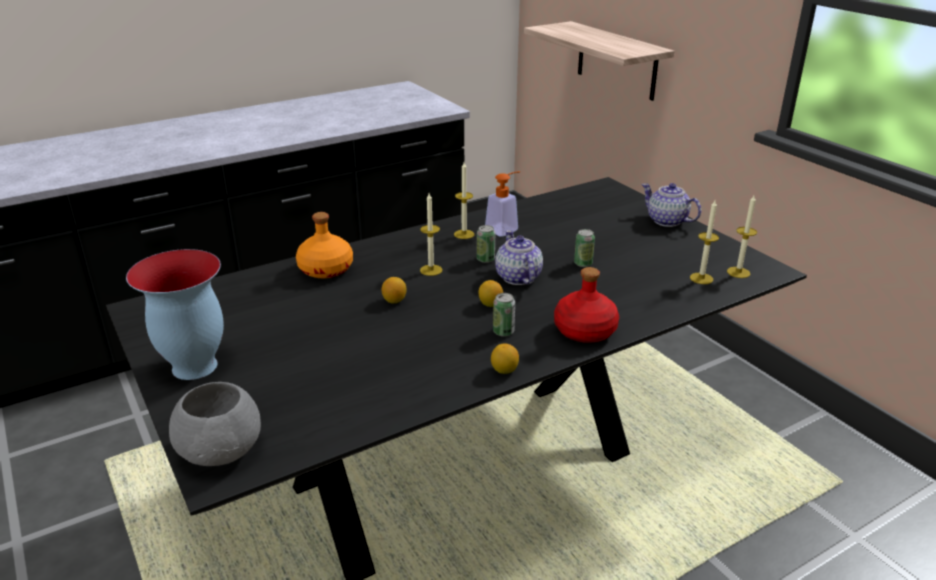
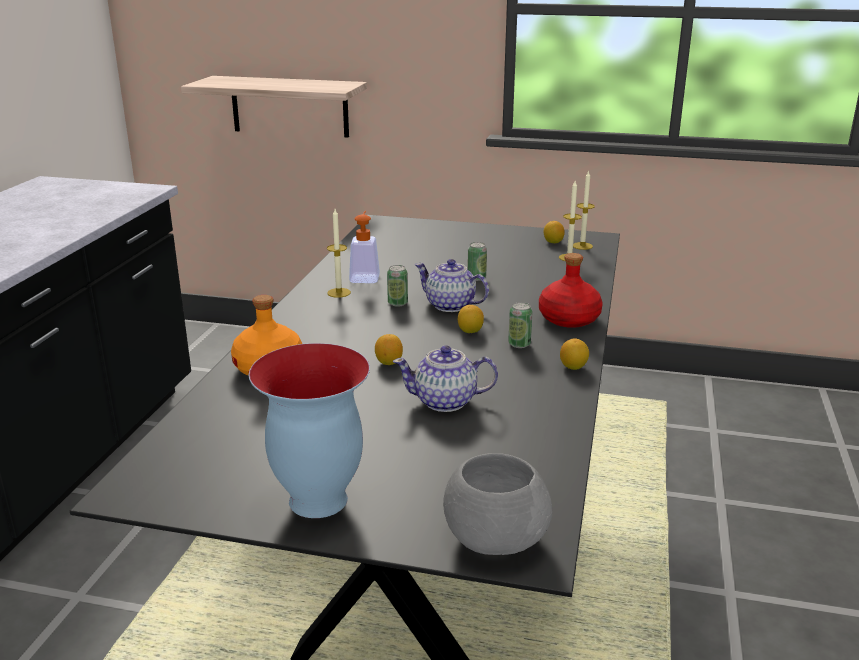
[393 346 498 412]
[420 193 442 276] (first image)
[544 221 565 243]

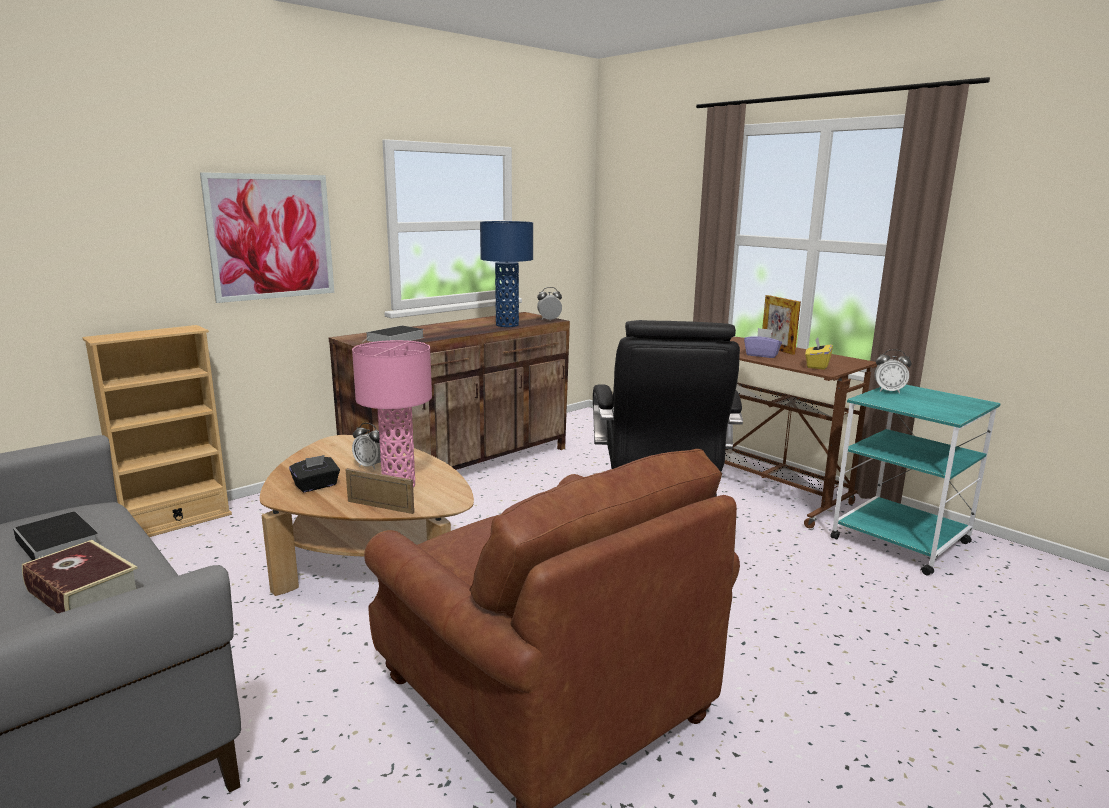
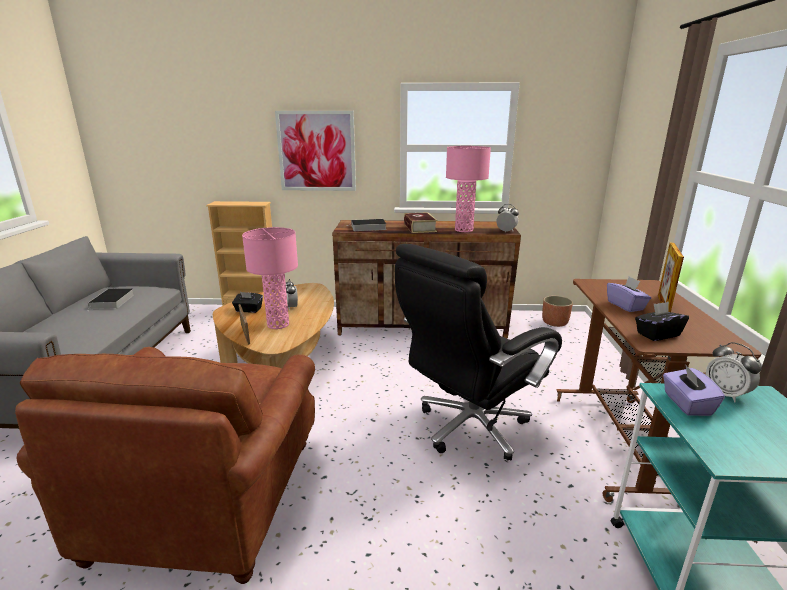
[446 146 491 232]
[635 302 689 341]
[404 212 437 233]
[542 296 573 327]
[663 364 725 416]

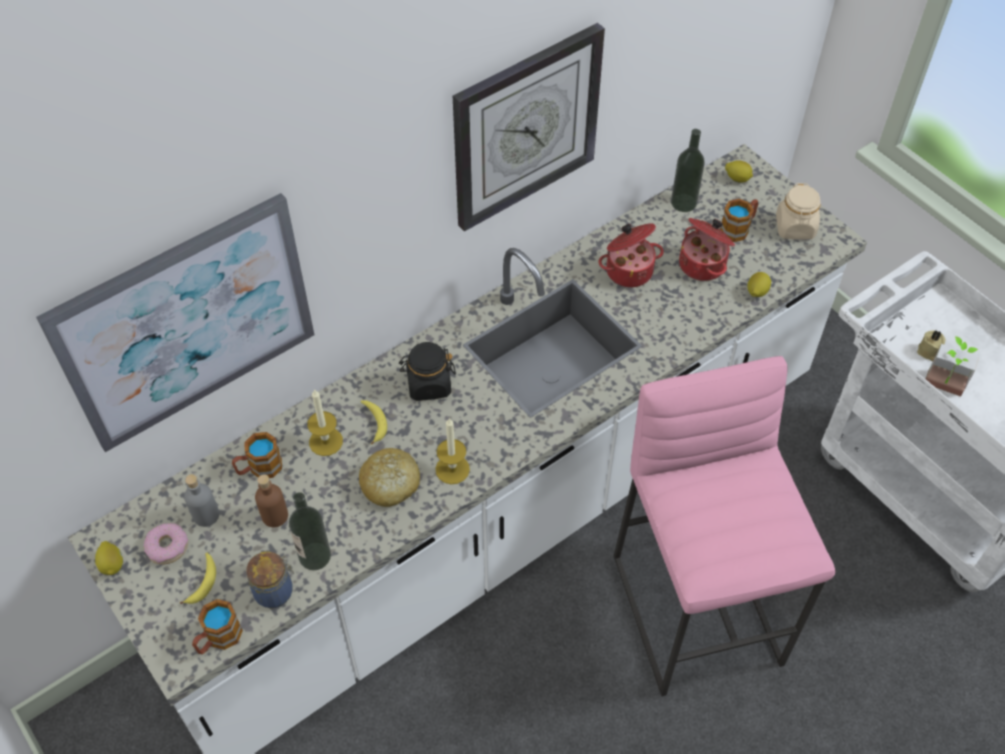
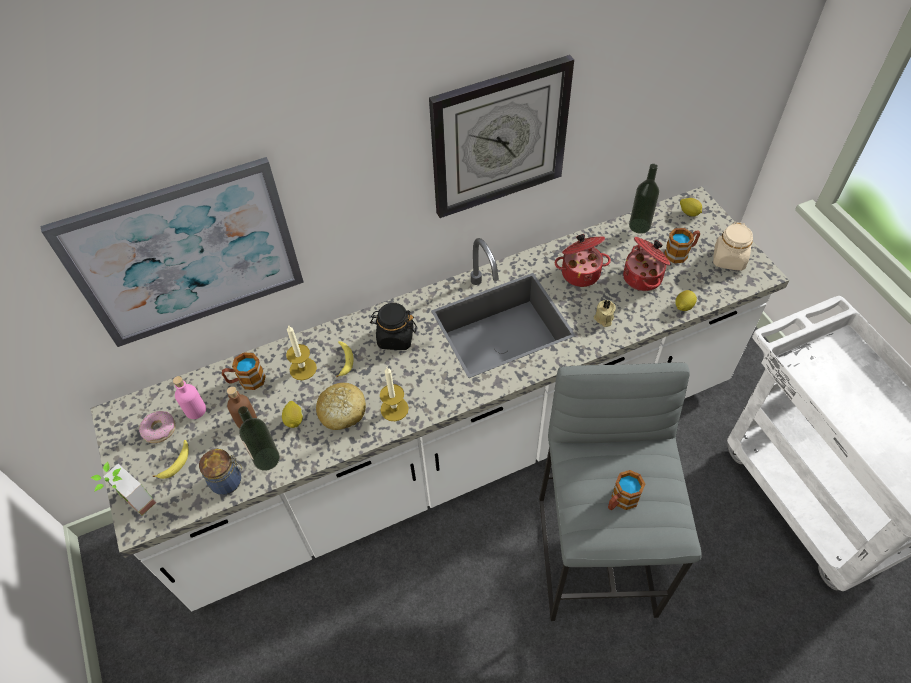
[594 300 616 327]
[91 462 156 515]
[539 363 702 621]
[173 376 206 419]
[282 401 303 428]
[608 470 645 510]

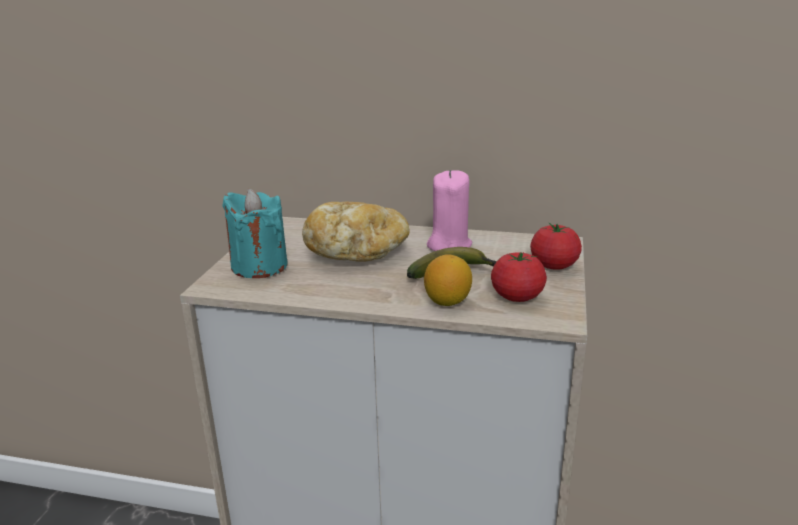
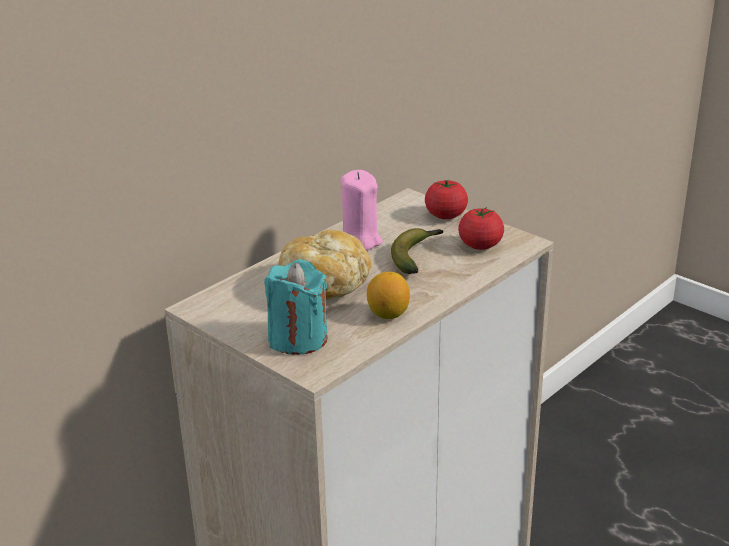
[367 272 410 319]

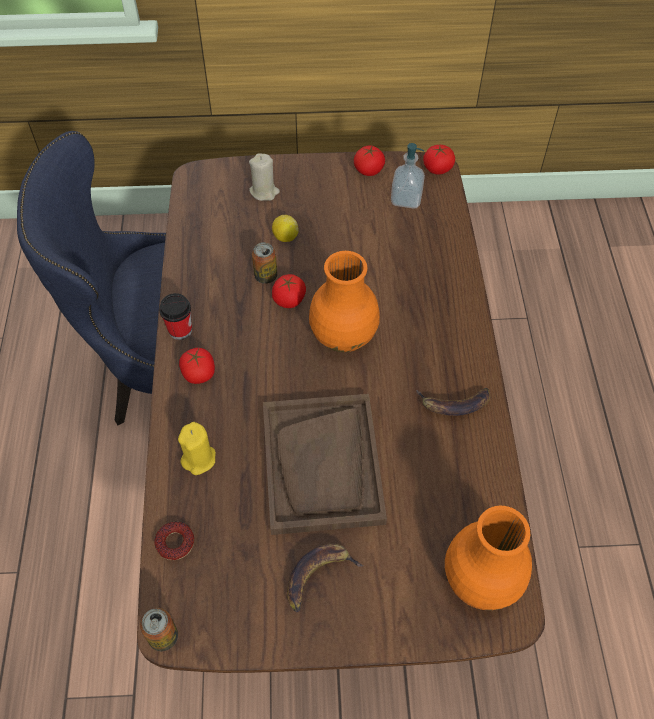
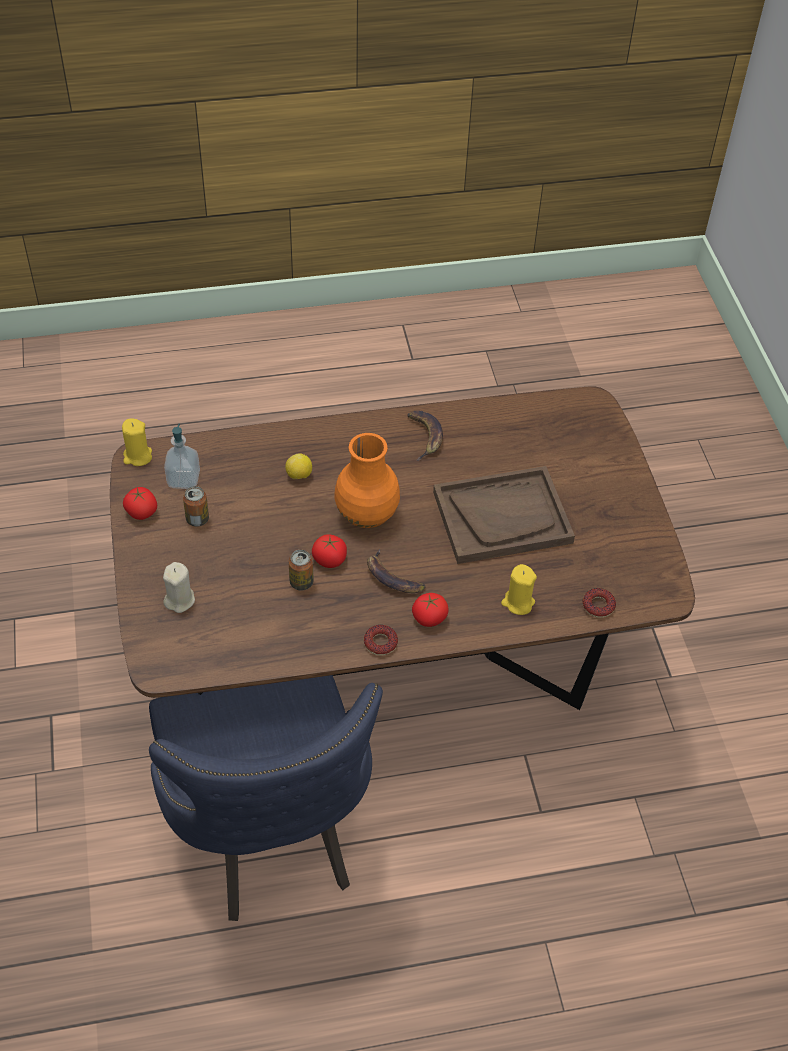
[122 419 152 466]
[285 453 312 479]
[364 625 398 655]
[445 506 532 611] (first image)
[367 549 426 593]
[183 486 209 527]

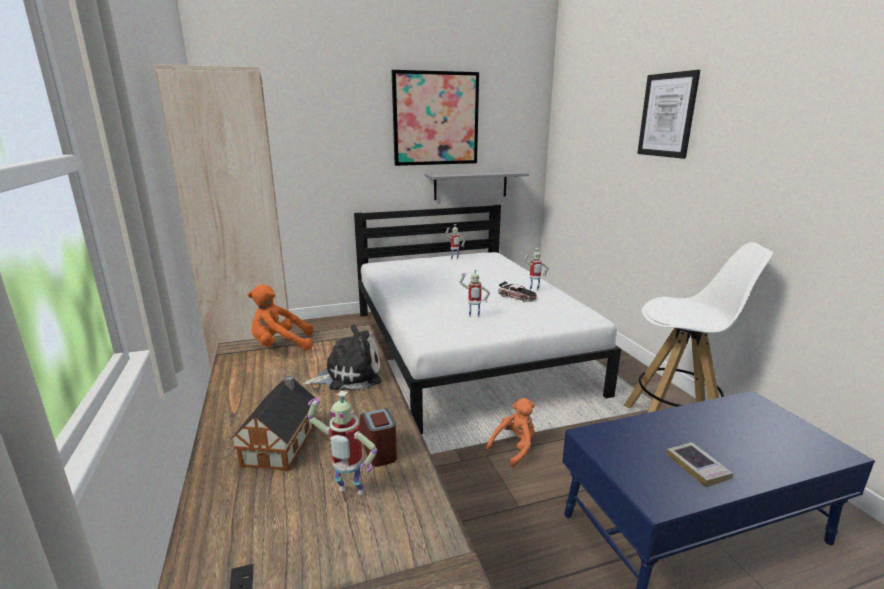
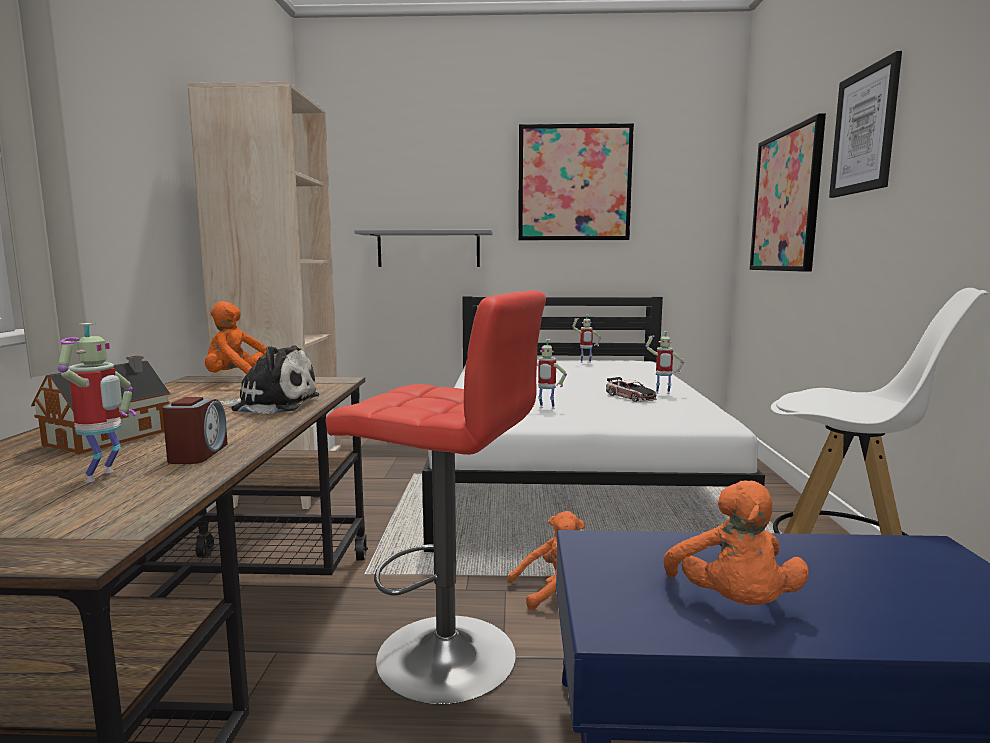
[354 230 493 267]
[58 323 136 482]
[664 481 809 605]
[749 113 826 272]
[326 290 546 704]

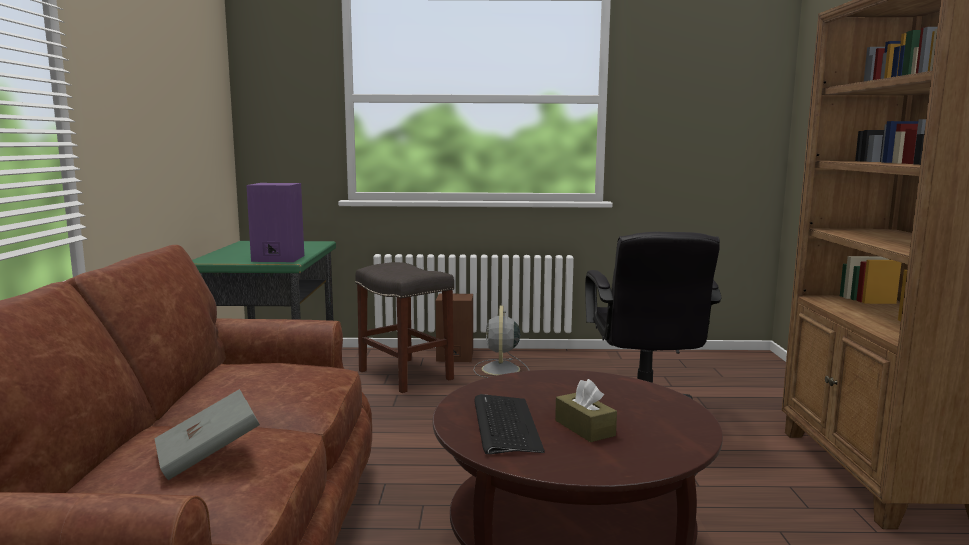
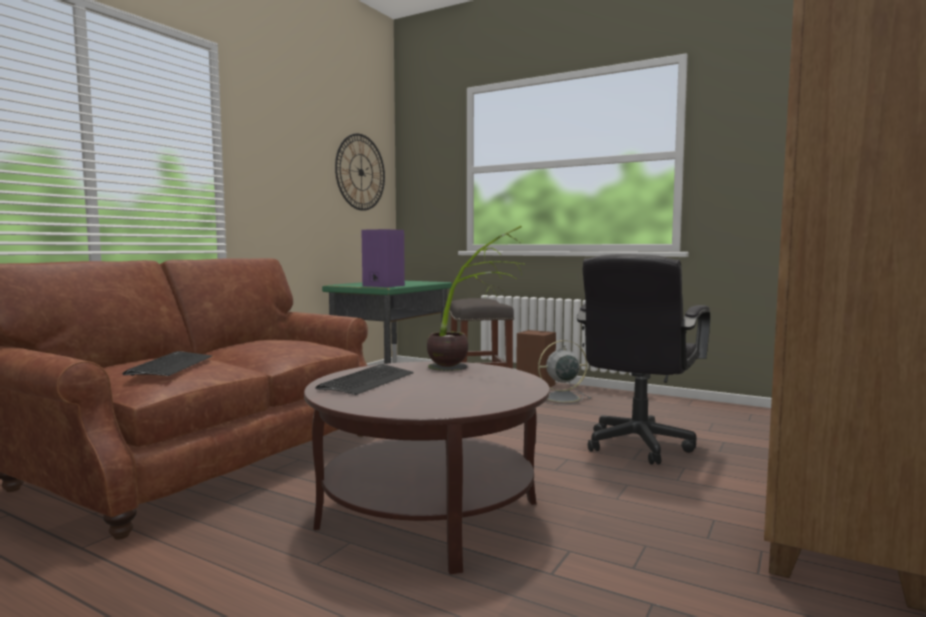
[538 340 591 405]
[555 379 617 442] (first image)
[123 351 212 376]
[335 133 385 211]
[427 226 523 371]

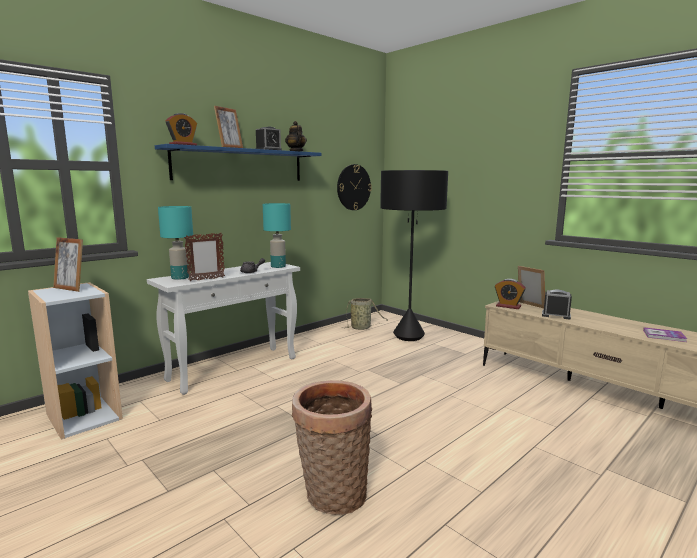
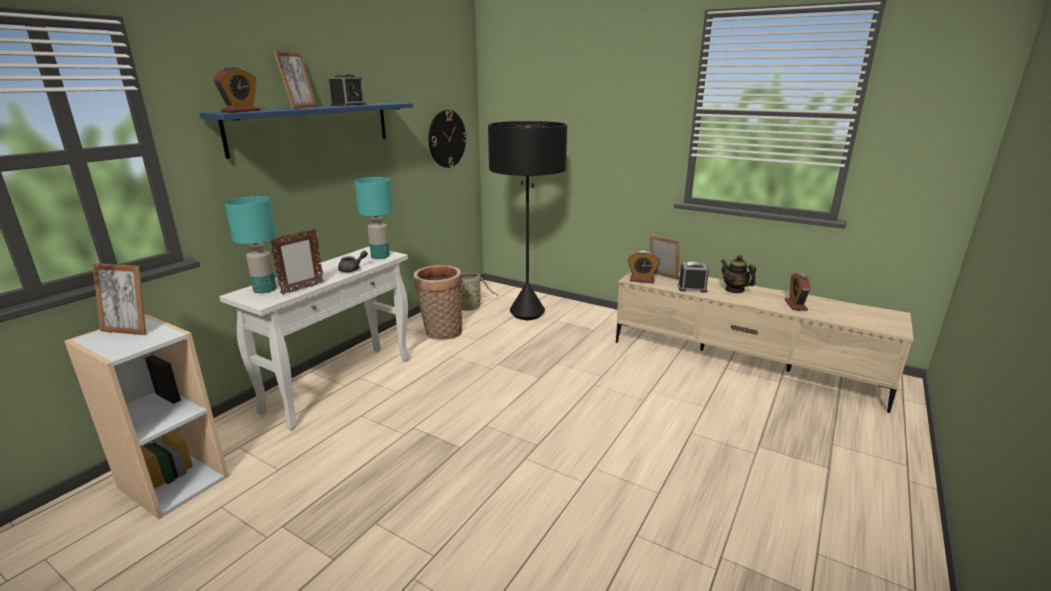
[721 255 756 293]
[785 272 811 311]
[414 265 462 340]

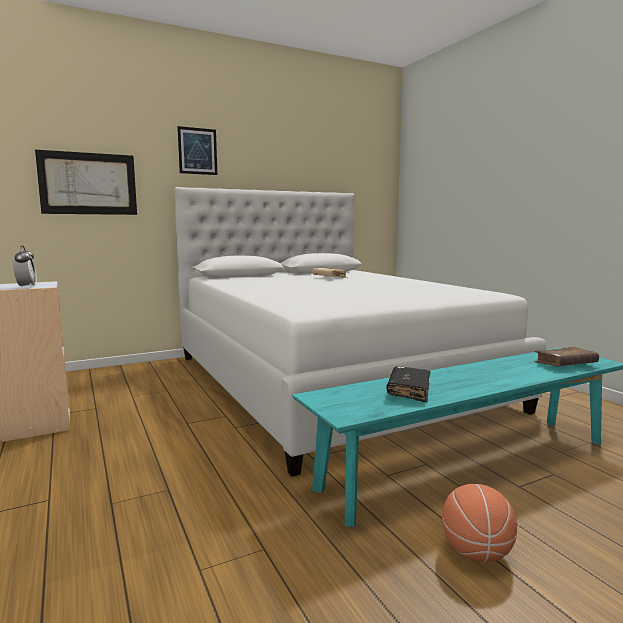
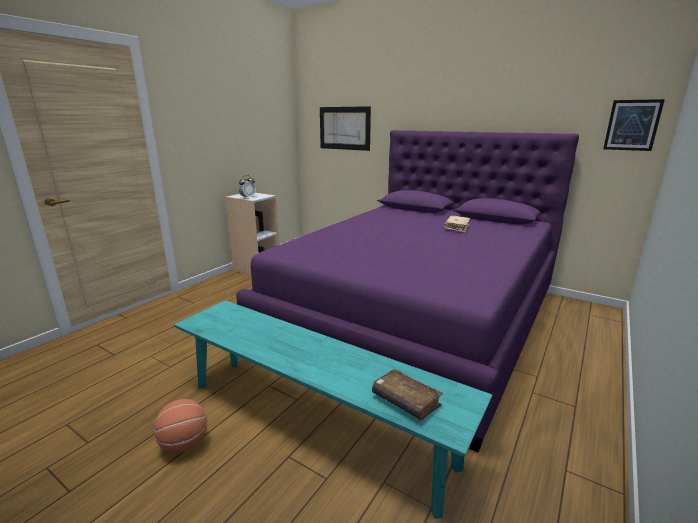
[603 99 665 151]
[236 130 579 453]
[386 366 431 402] (first image)

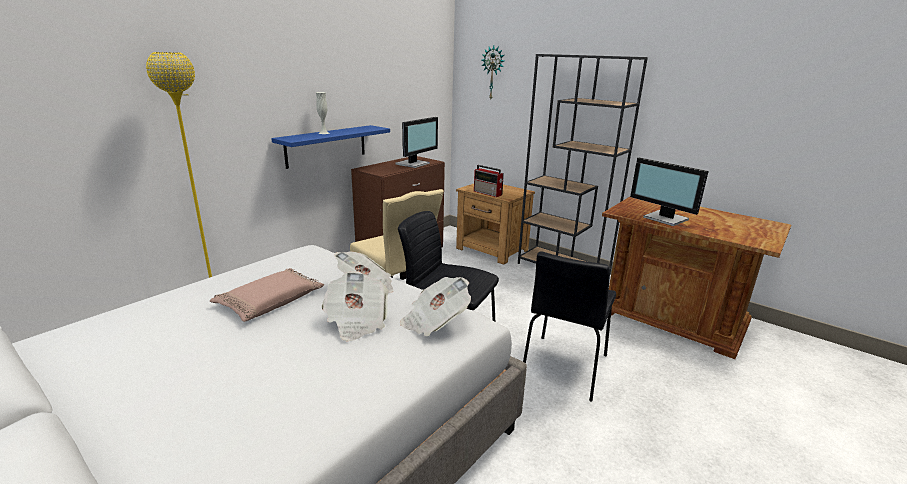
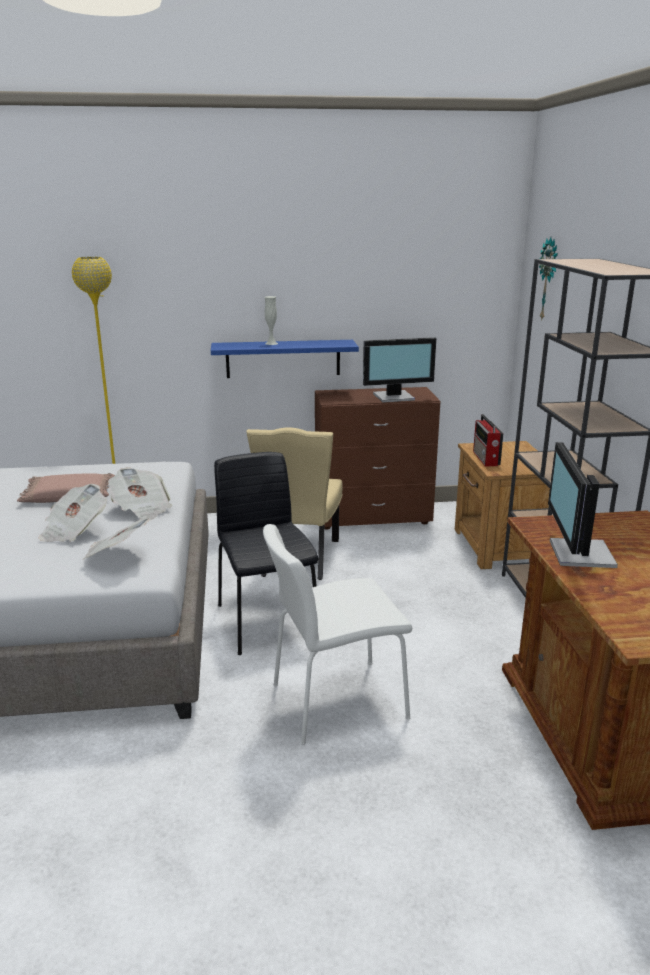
[263 524 412 745]

